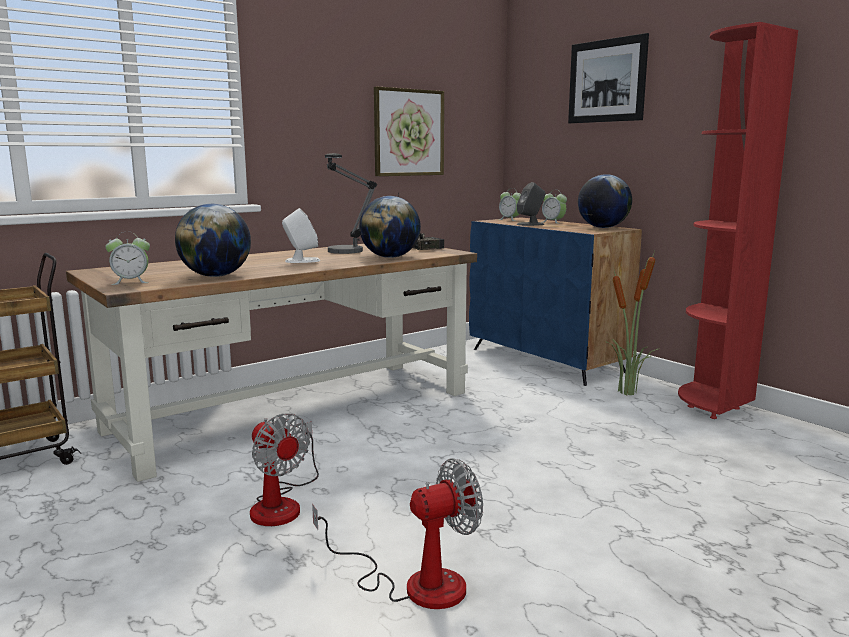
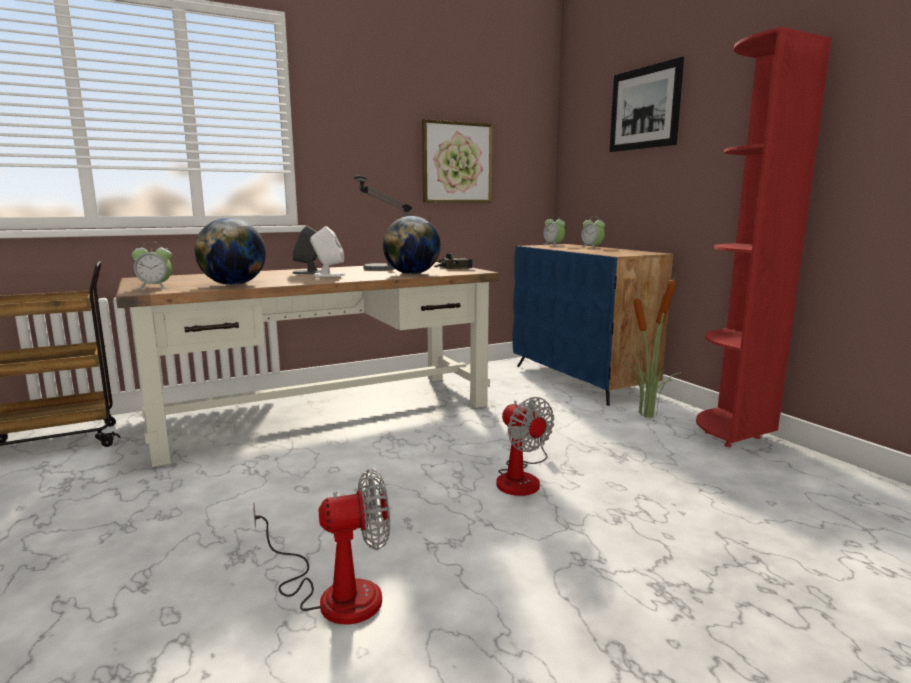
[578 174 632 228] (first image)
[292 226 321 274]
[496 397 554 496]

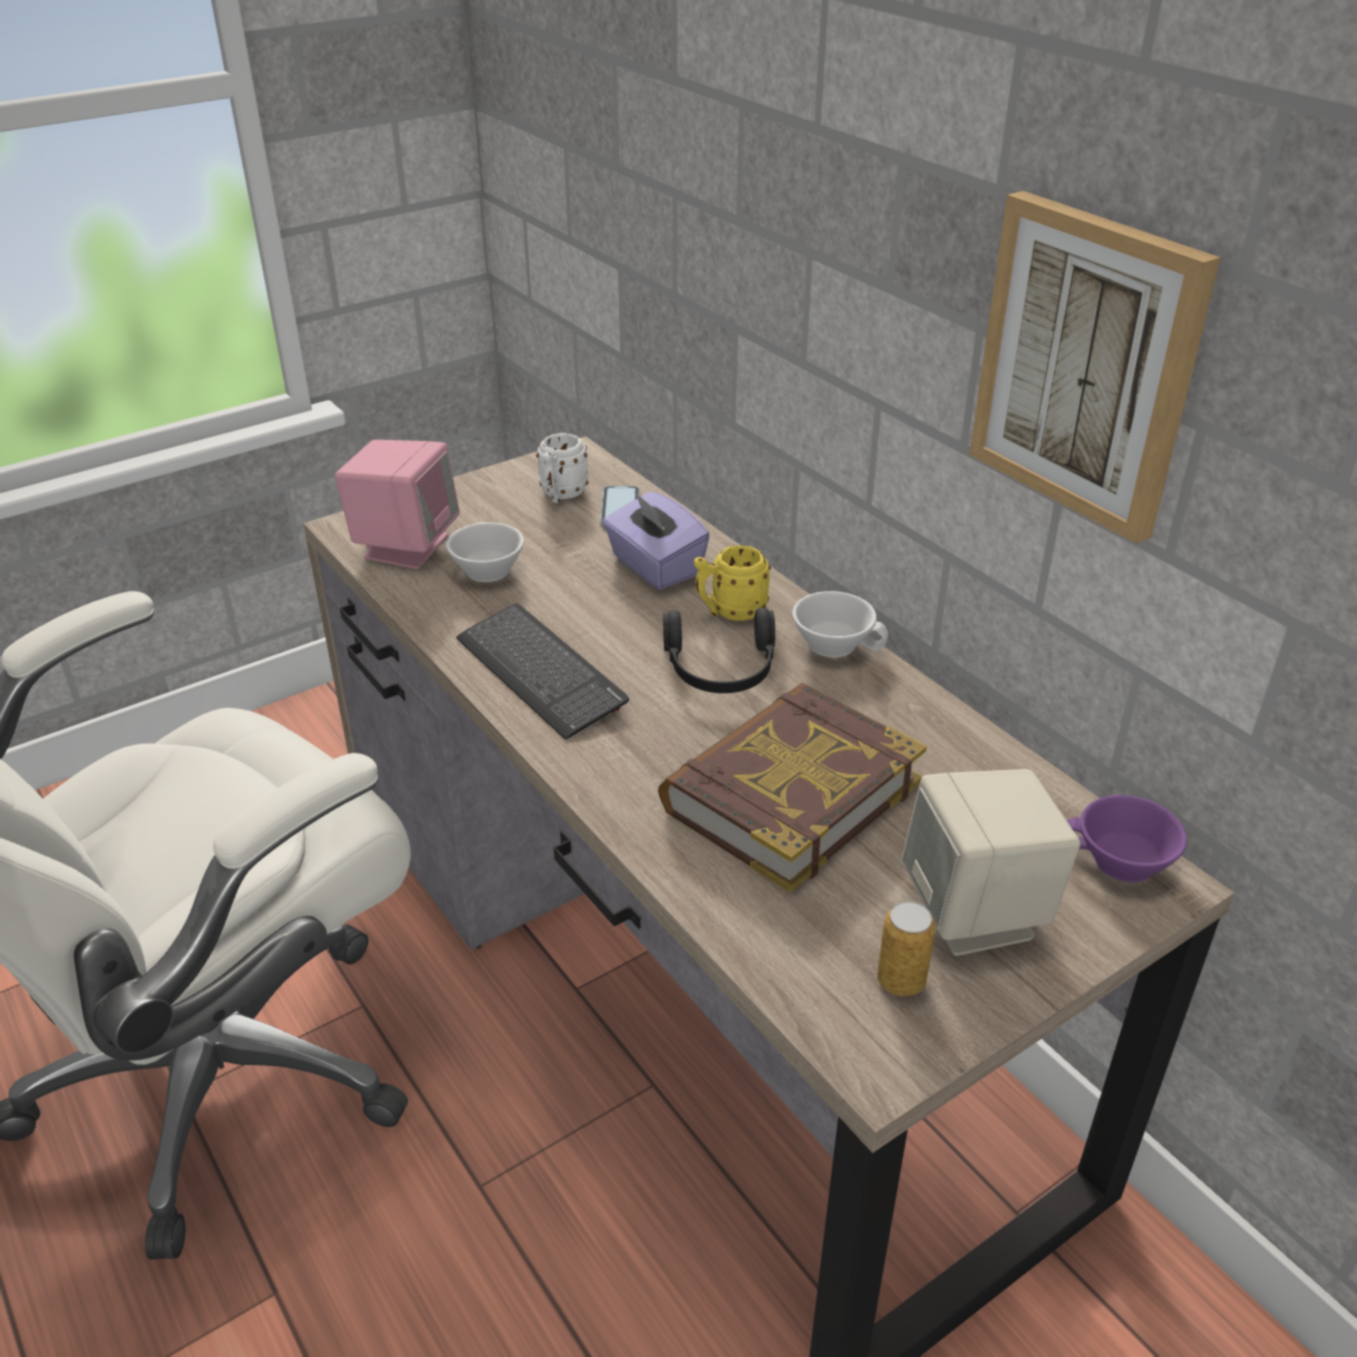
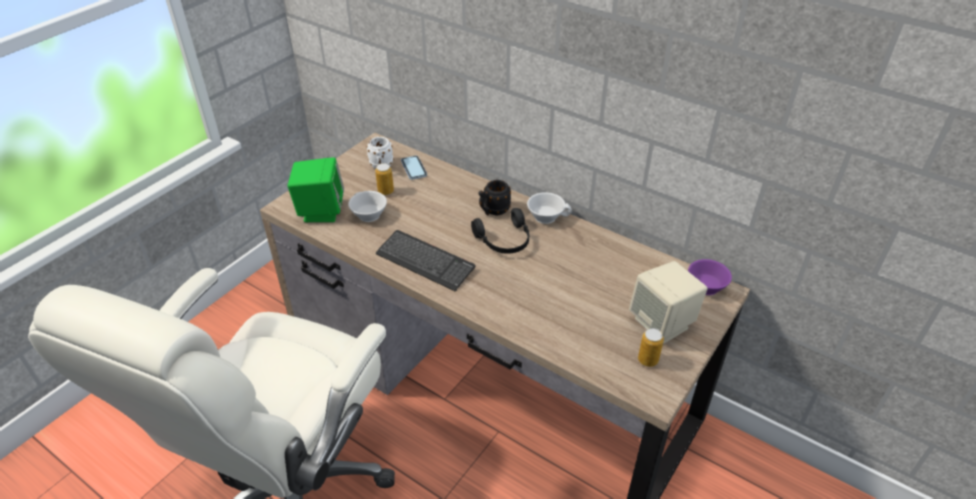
[969 191 1221 544] (first image)
[287 157 344 222]
[602 491 710 589] (first image)
[478 180 511 215]
[658 683 927 892] (first image)
[375 163 394 195]

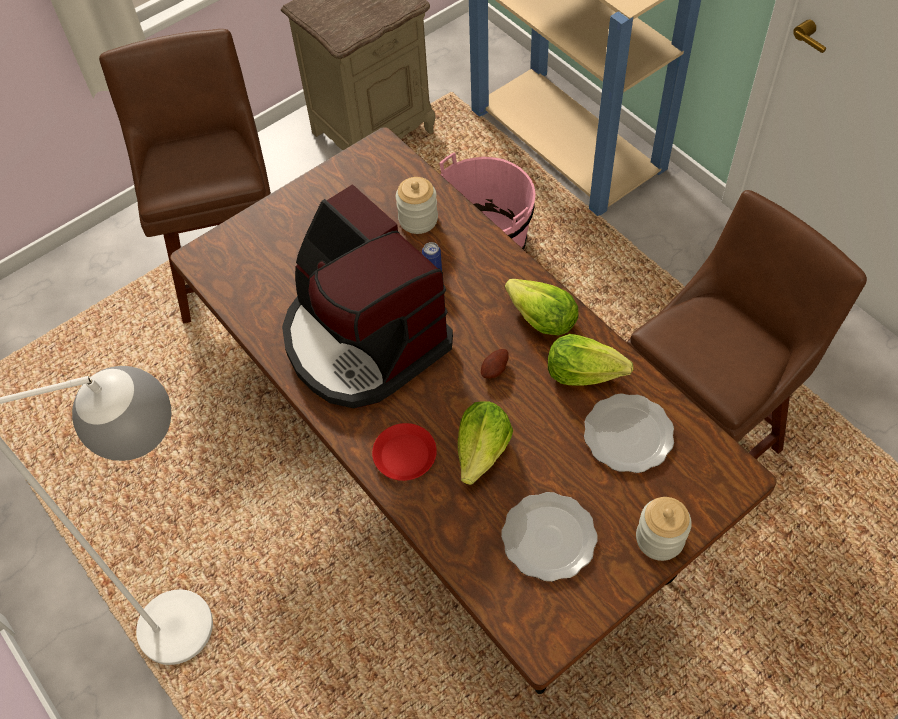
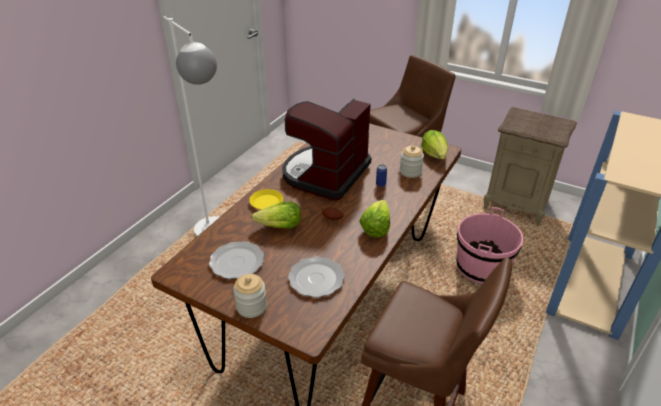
[421 130 448 159]
[249 189 283 210]

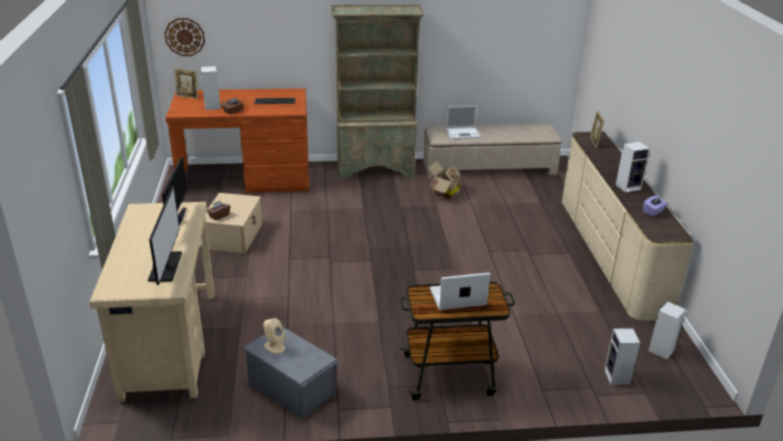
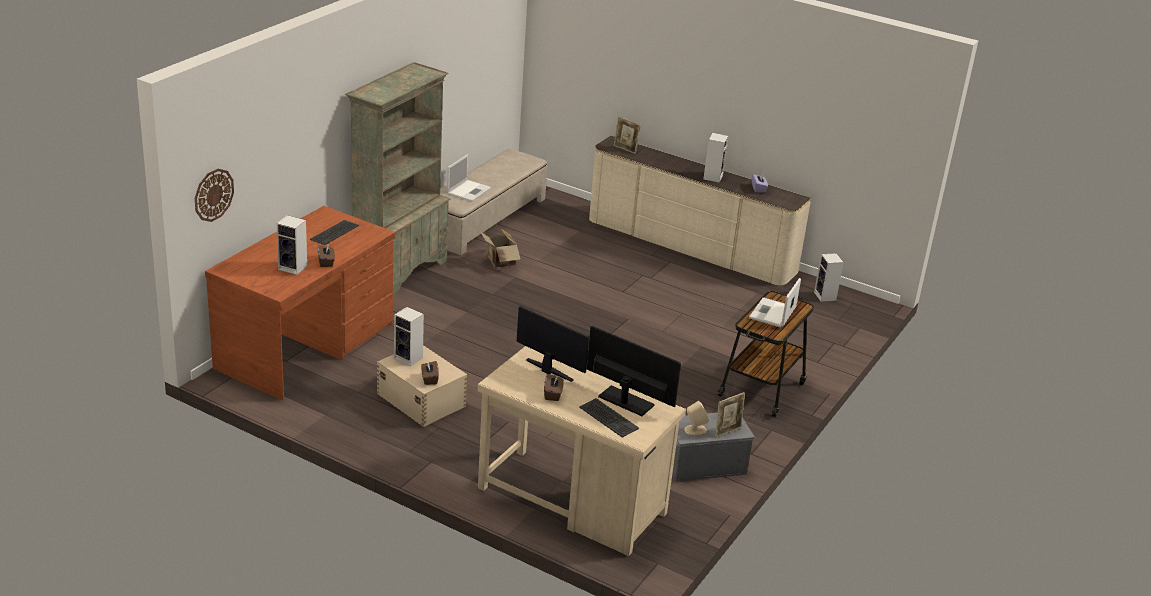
[716 392 745 438]
[394 307 424 366]
[544 374 564 401]
[579 398 639 438]

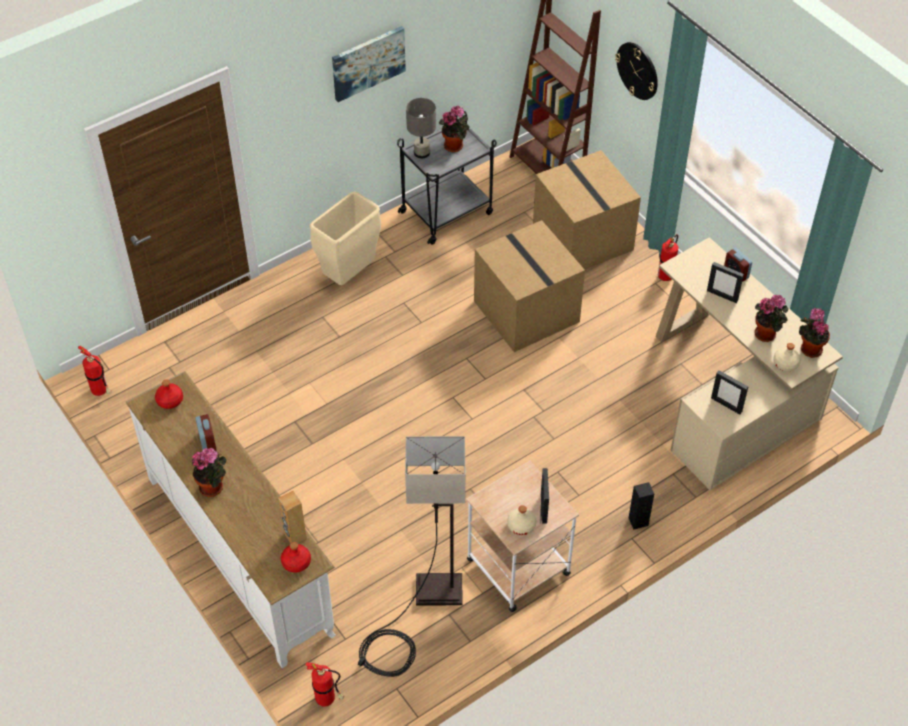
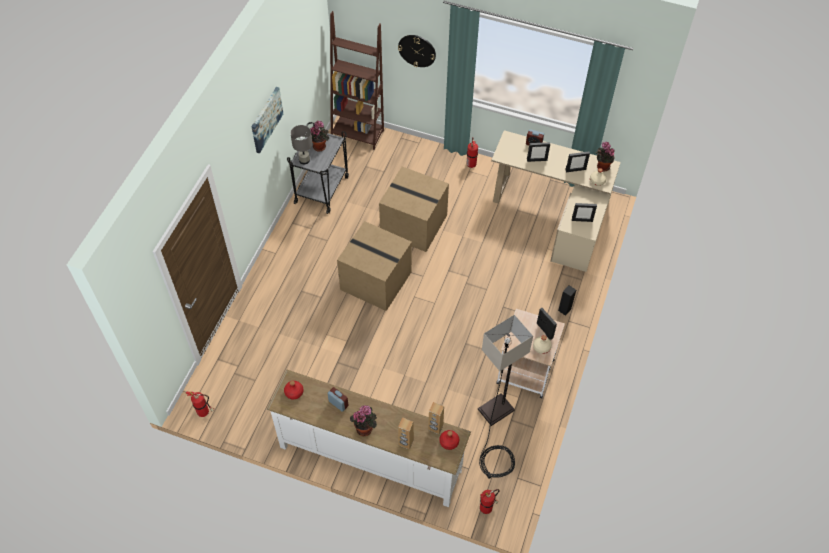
[337 221 412 311]
[309 192 381 285] (first image)
[565 151 590 172]
[398 417 414 450]

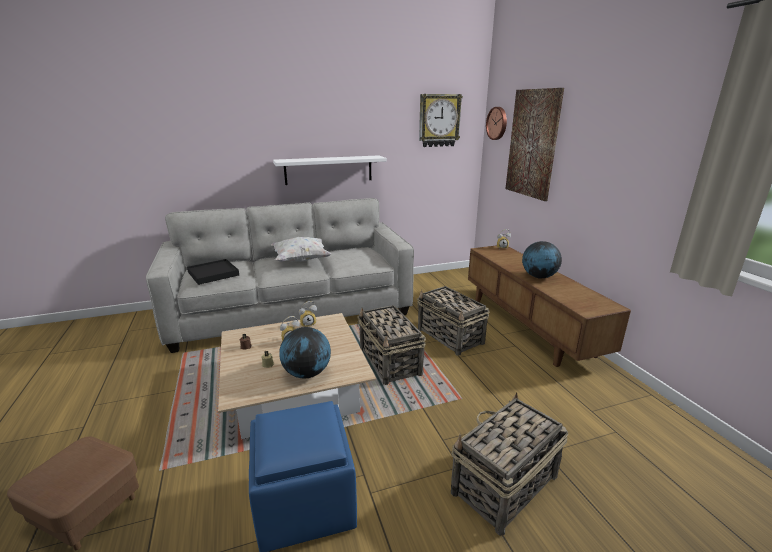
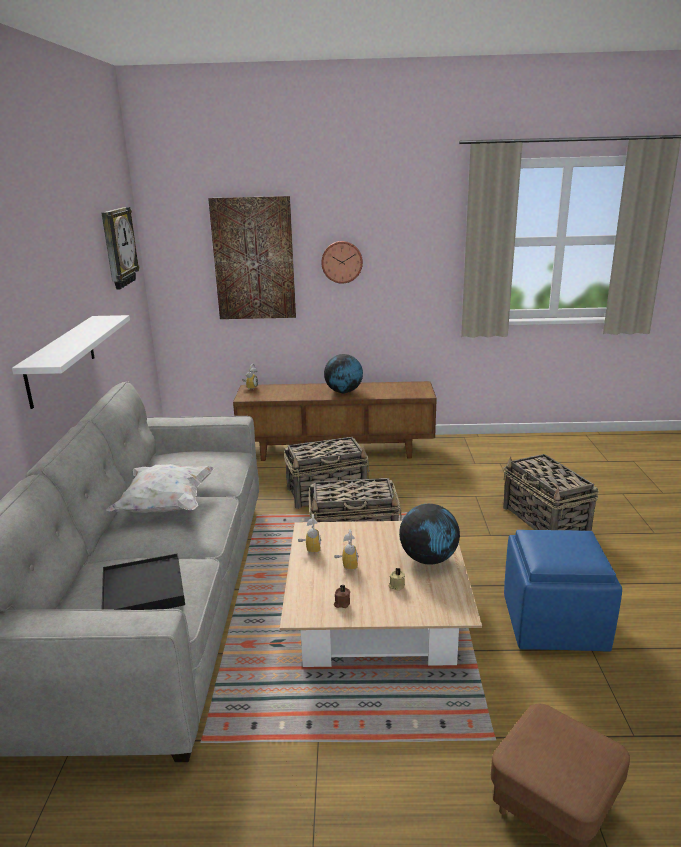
[321 241 363 284]

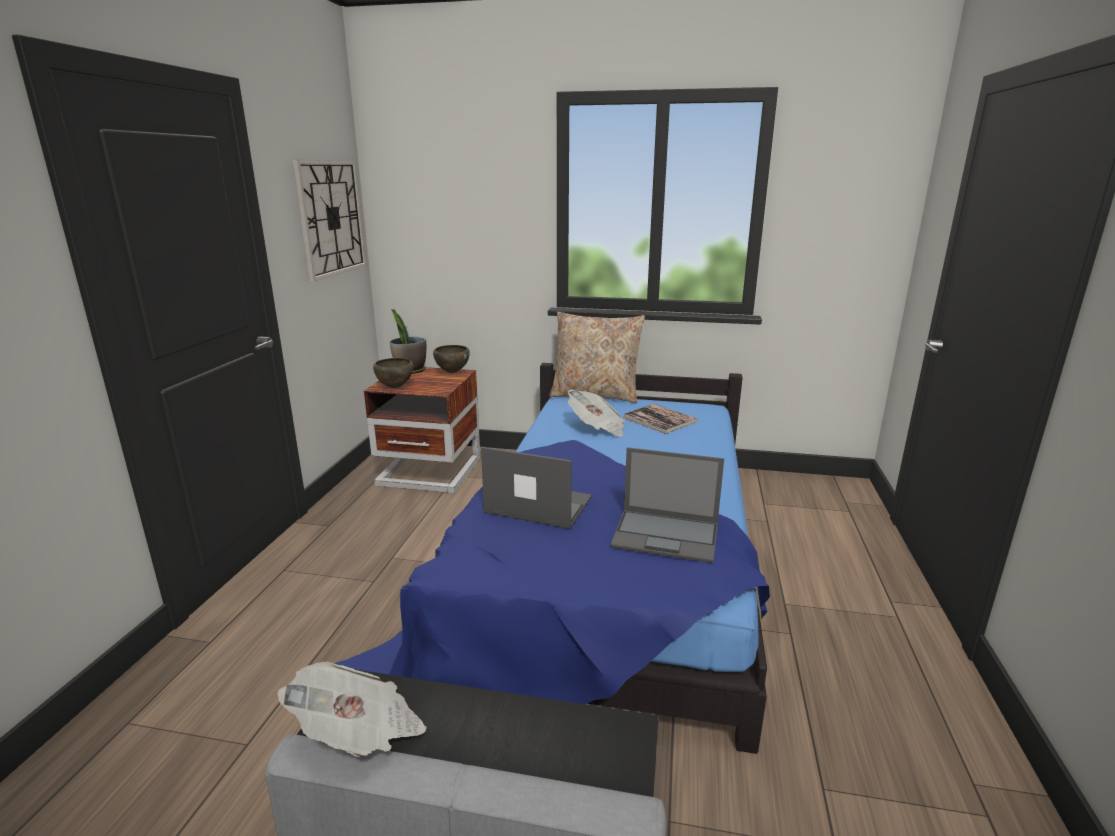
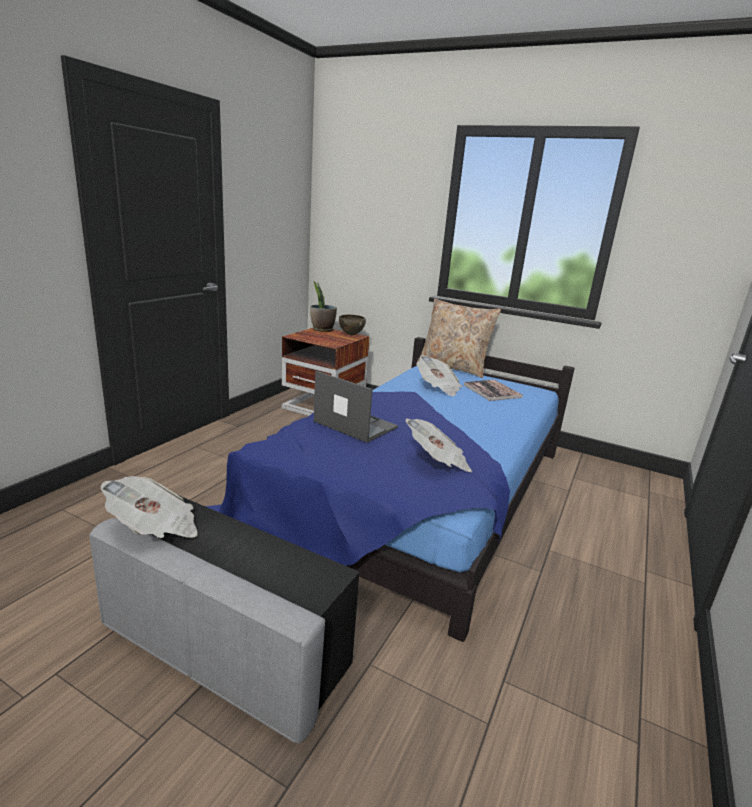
[293 160 367 282] (first image)
[373 358 413 388] (first image)
[405 419 472 472]

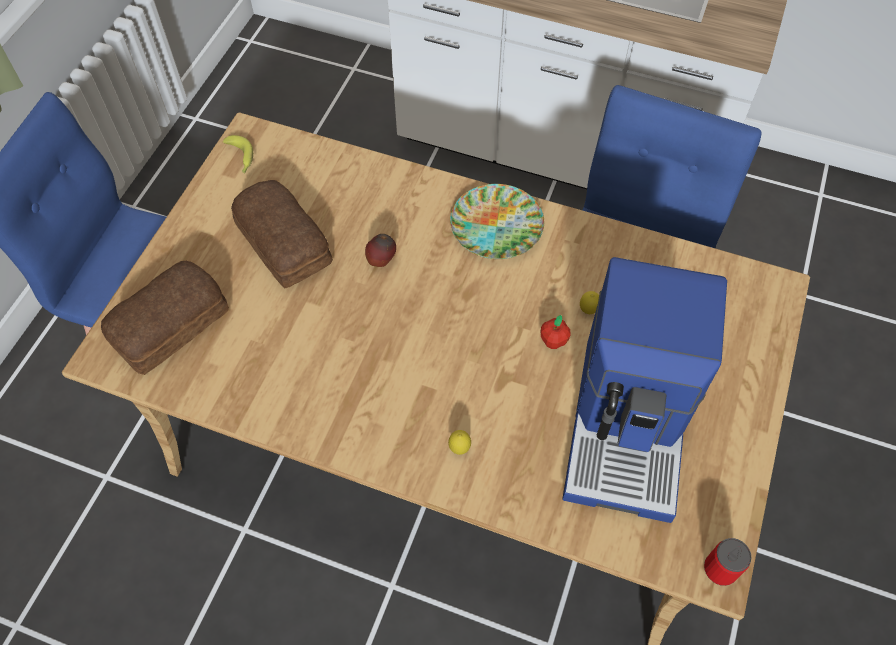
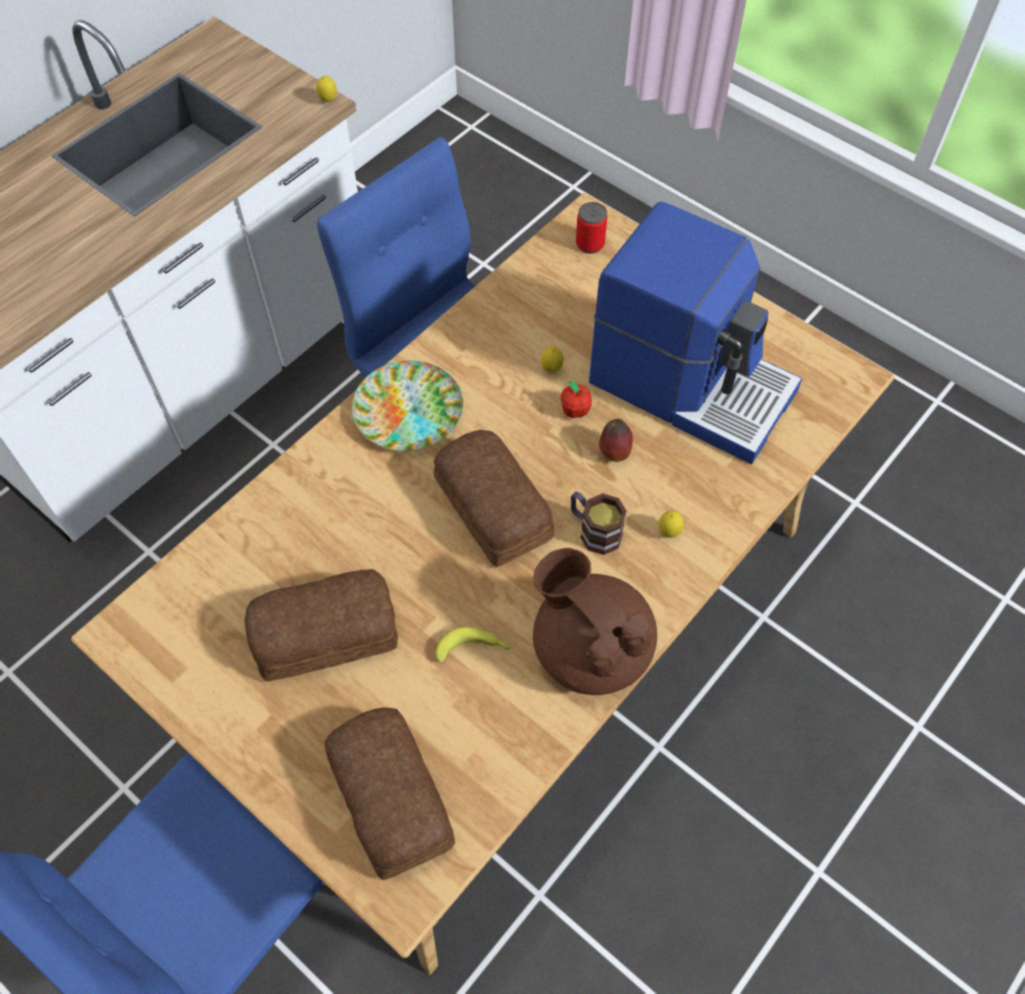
[436 627 512 663]
[599 419 633 462]
[576 202 608 254]
[316 76 337 102]
[434 430 554 567]
[571 492 627 555]
[533 548 657 695]

